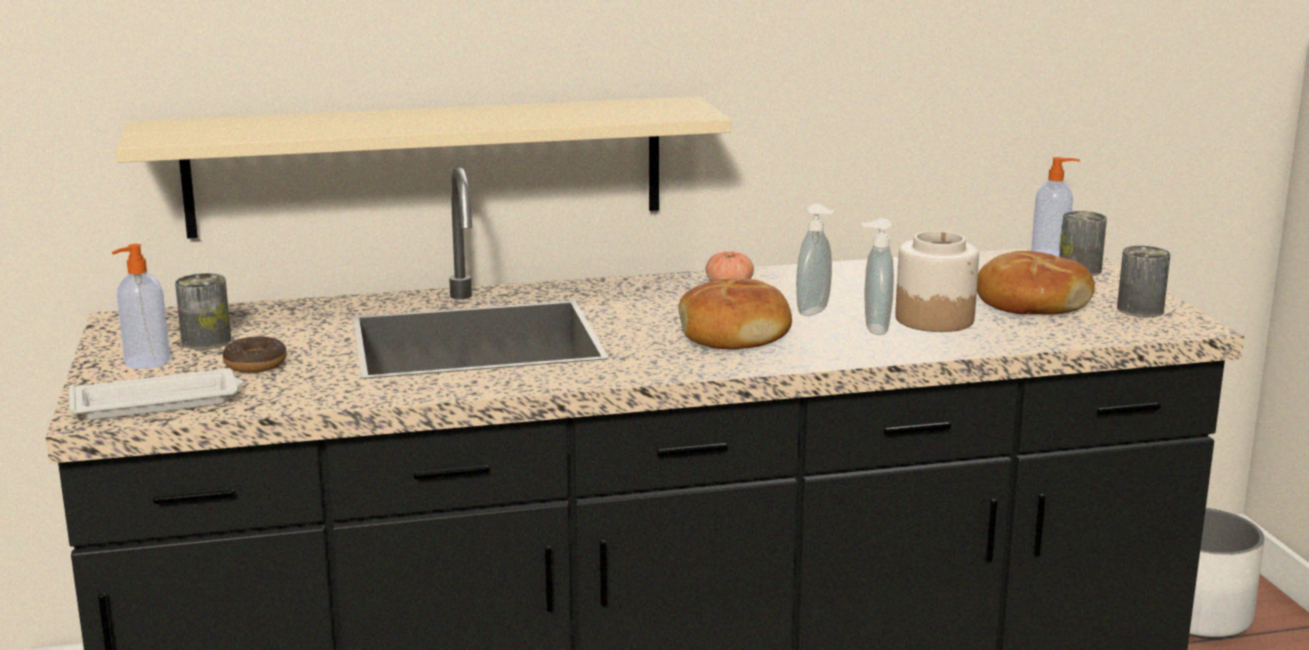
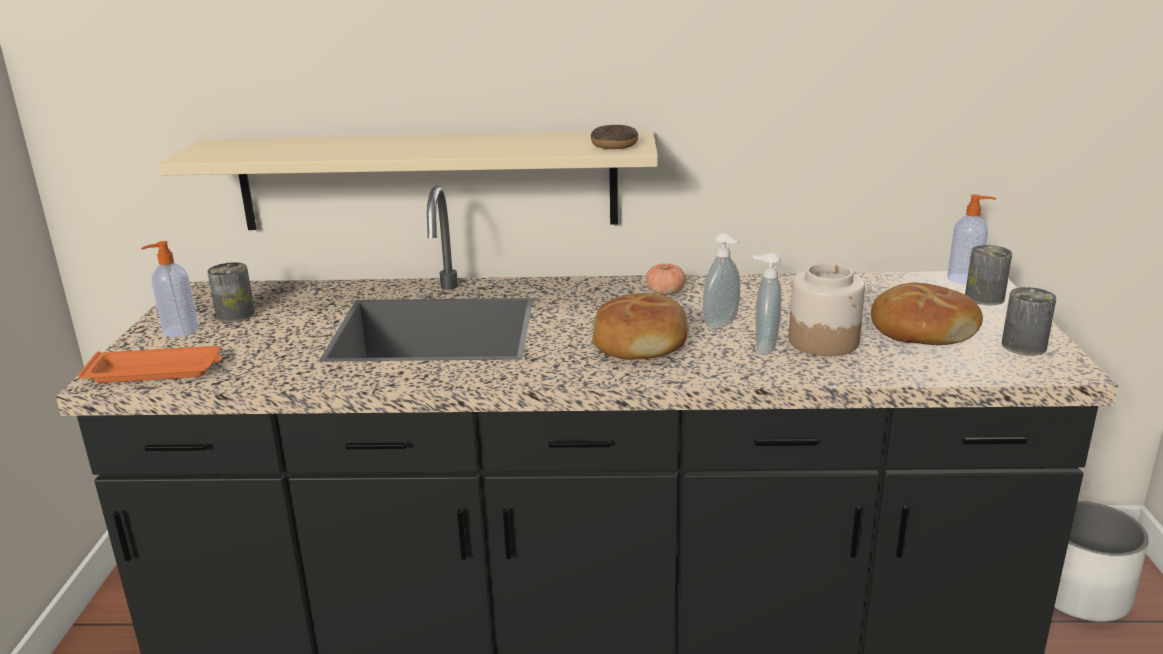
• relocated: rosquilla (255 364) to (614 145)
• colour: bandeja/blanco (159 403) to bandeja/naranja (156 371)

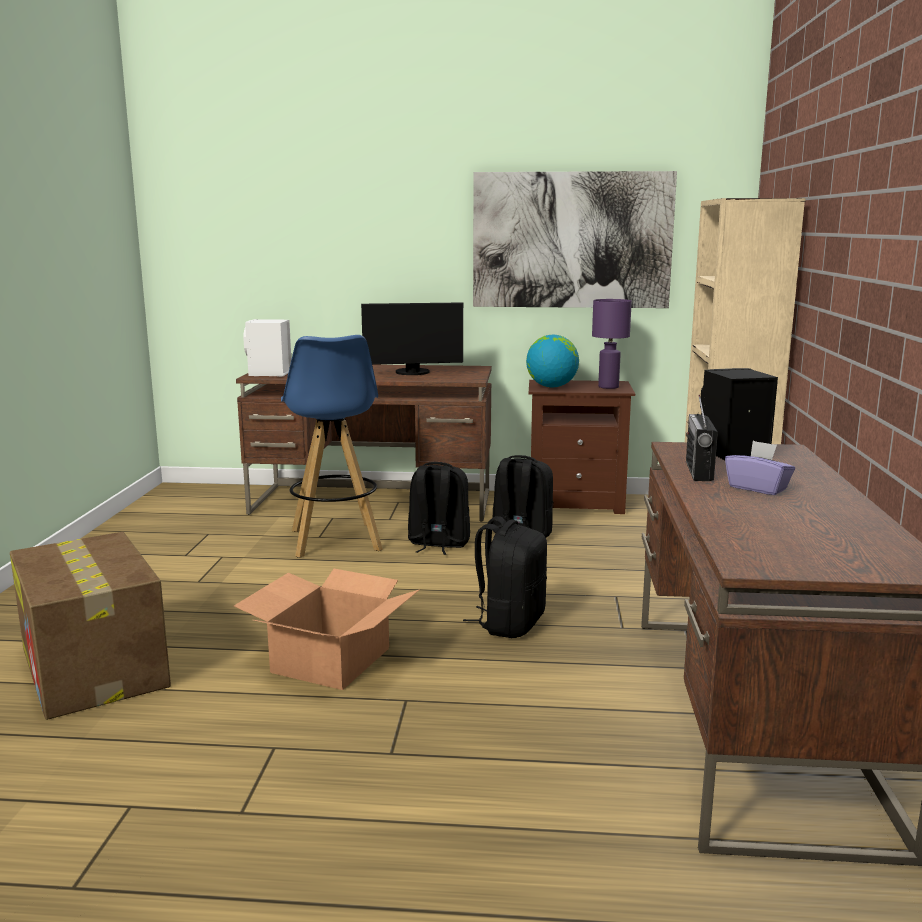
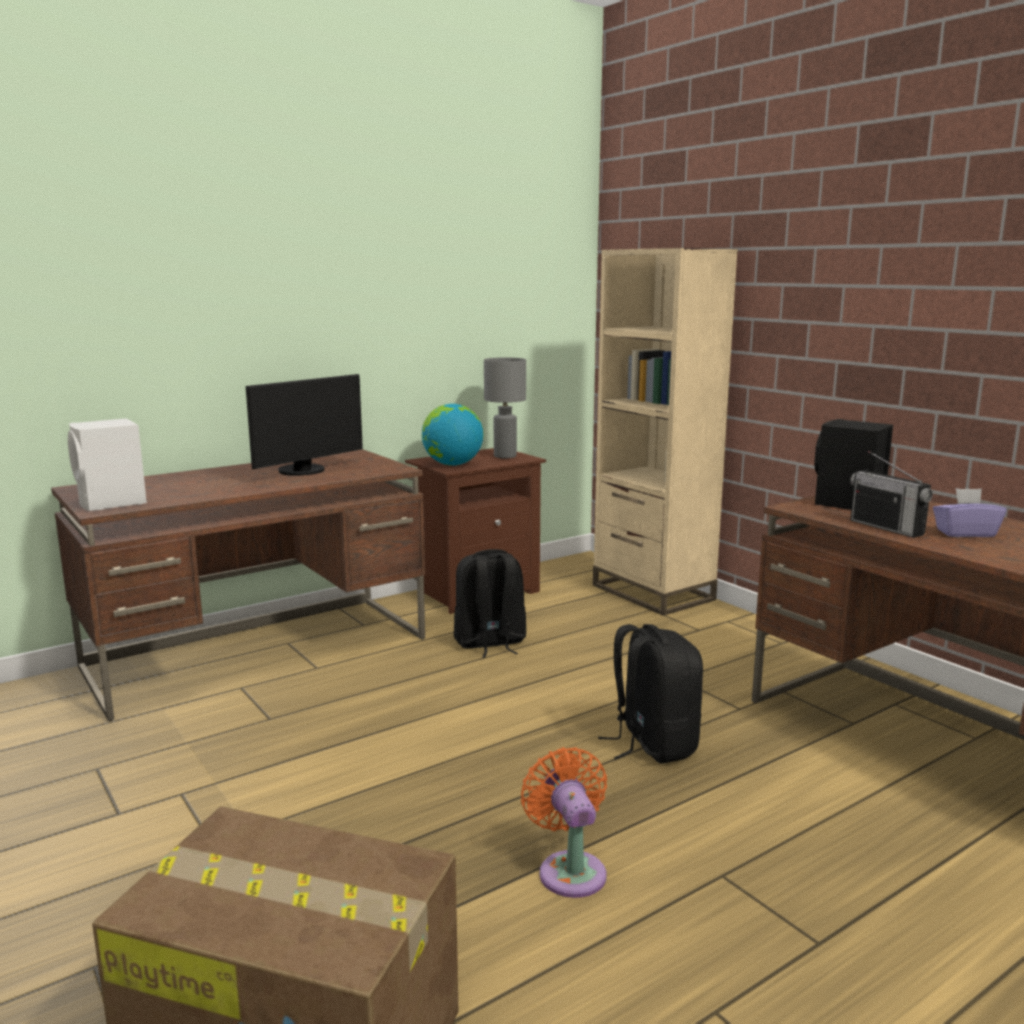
• missing: taburete/azul (335 541)
• missing: mochila/negro (438 544)
• missing: cuadro (571 240)
• exchanged: caja de cartón (330 660) to ventilador/naranja (570 869)
• colour: lámpara de mesa/morado (609 387) to lámpara de mesa/gris (505 456)

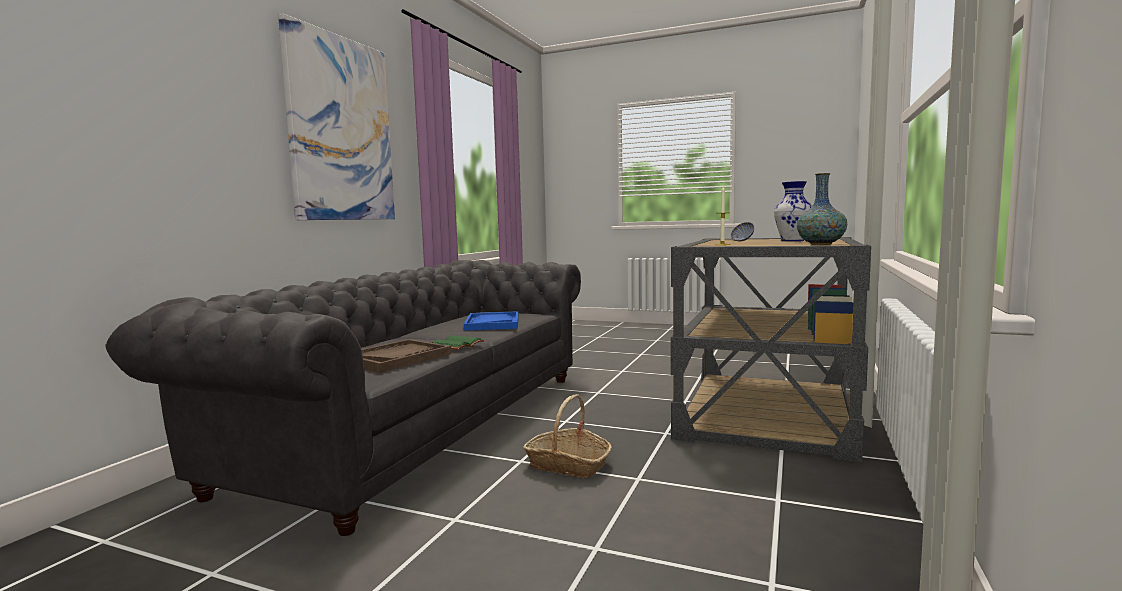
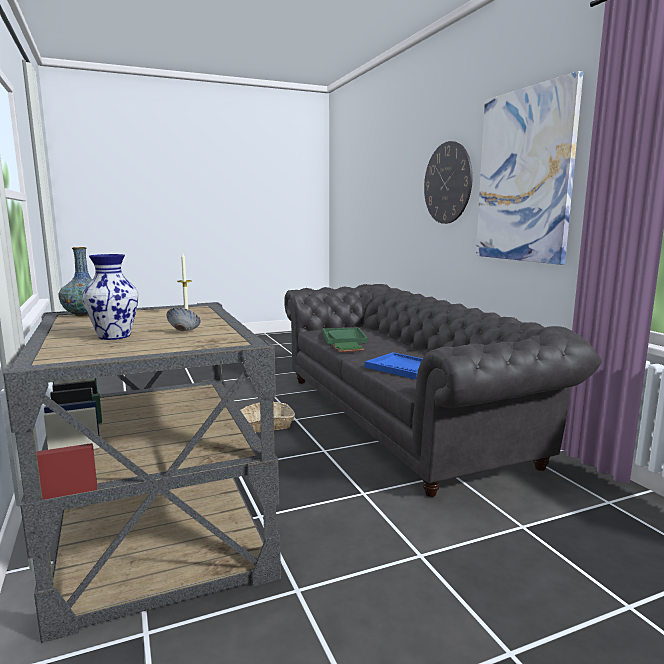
• appeared: reloj de pared (447 183)
• colour: bandeja/marrón (396 358) to bandeja/verde (344 337)

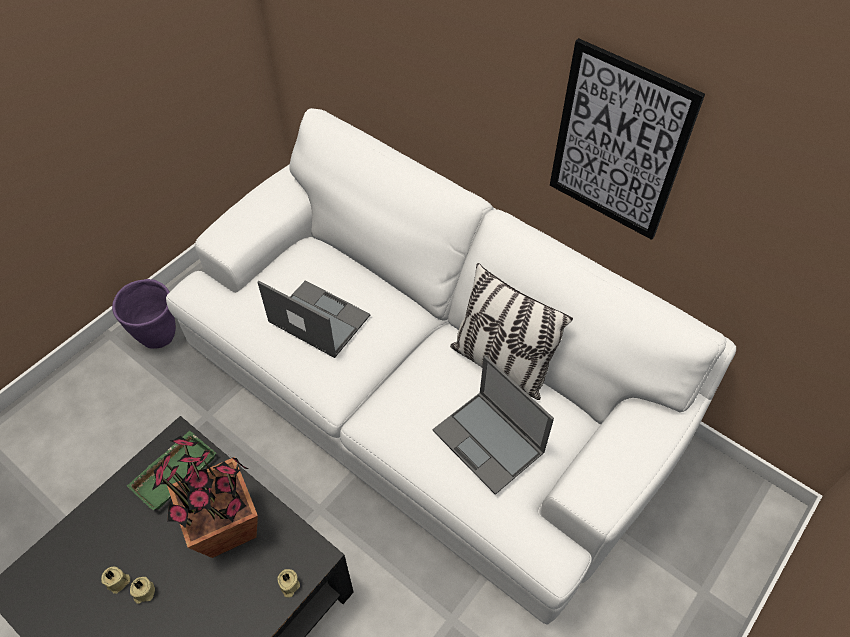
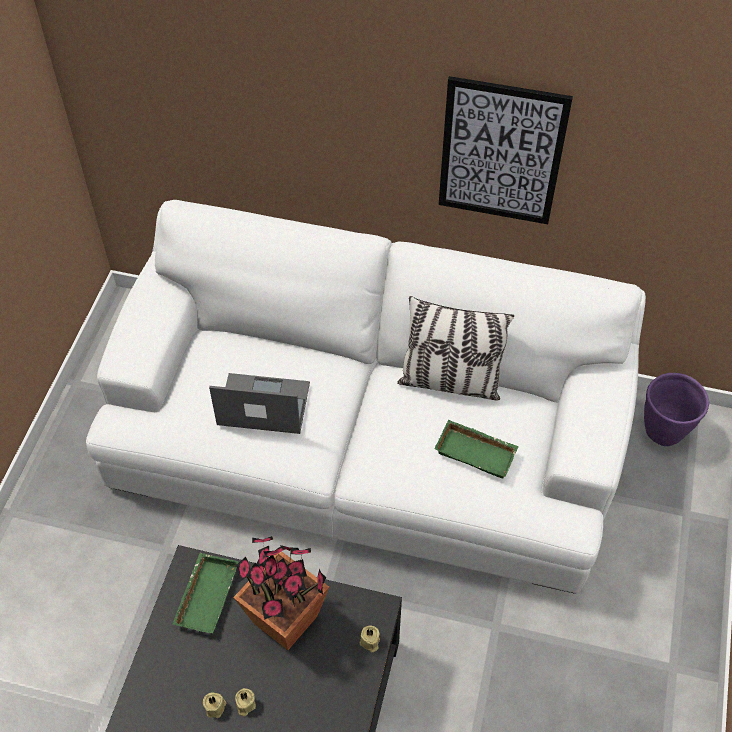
• relocated: maceta/morado (158 337) to (664 433)
• exchanged: portátil (489 442) to bandeja/verde (477 451)

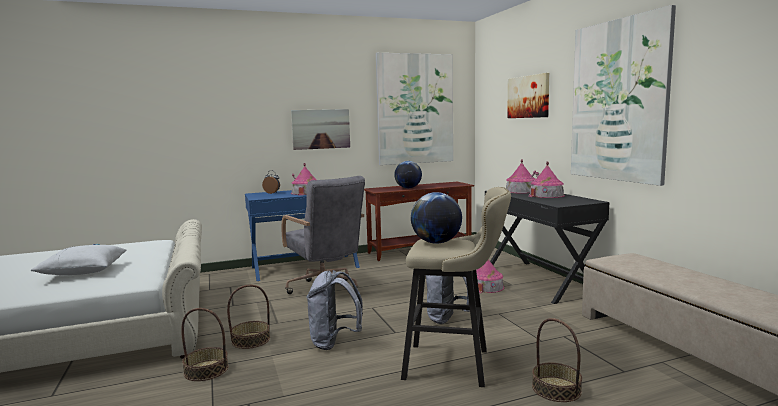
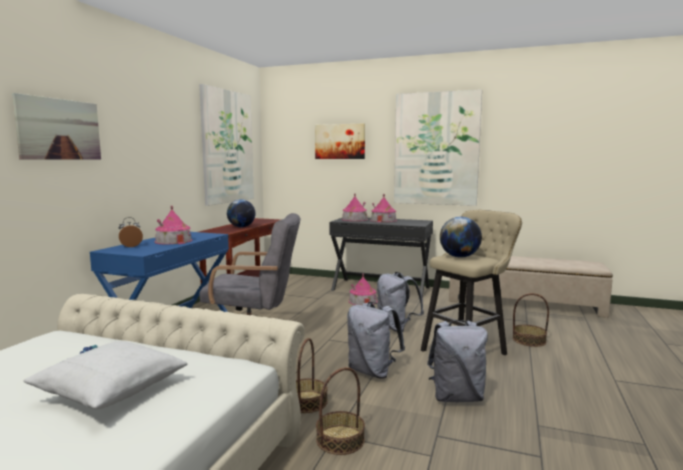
• appeared: mochila/gris (456 397)
• relocated: cuadro (321 129) to (59 129)

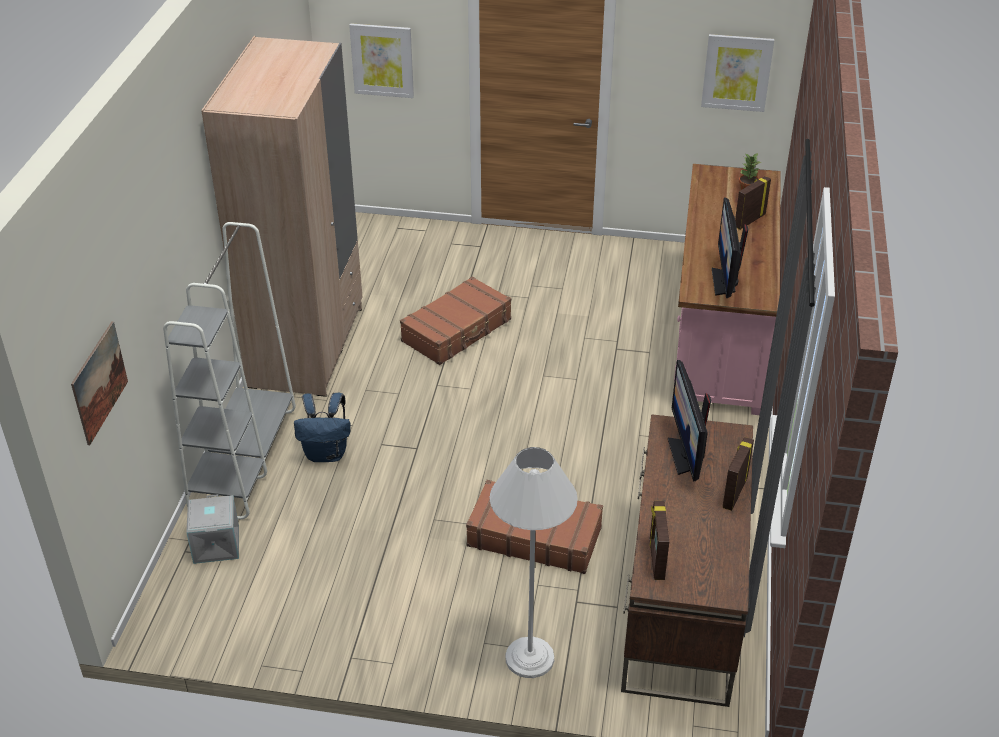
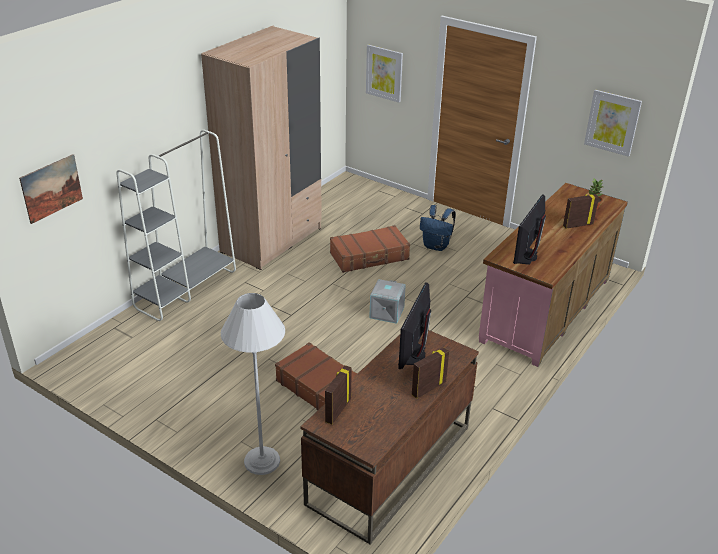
• relocated: caja de almacenaje/gris (215 544) to (386 312)
• relocated: mochila/azul (327 453) to (436 246)

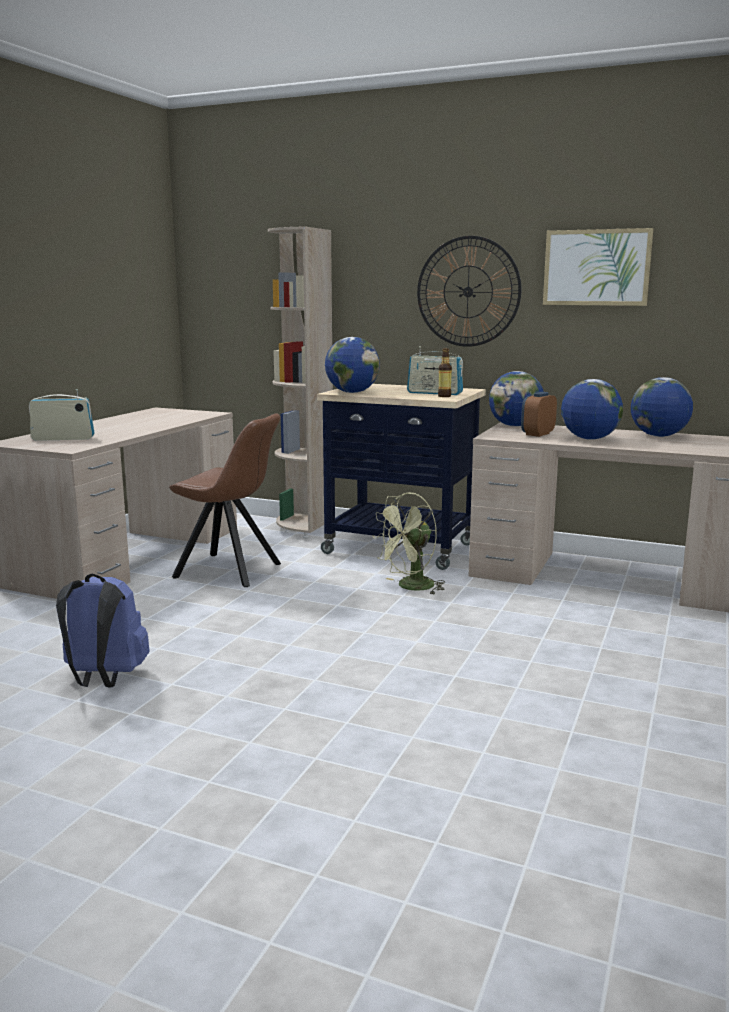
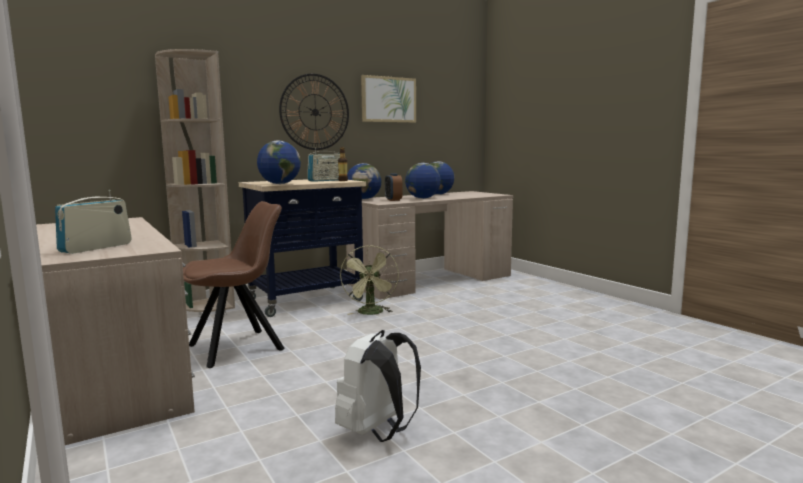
• colour: mochila/azul (104 679) to mochila/blanco (377 432)

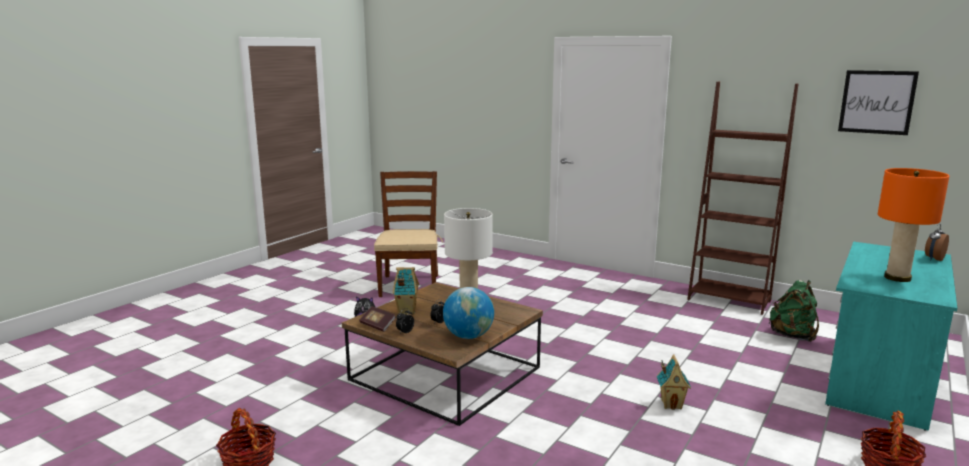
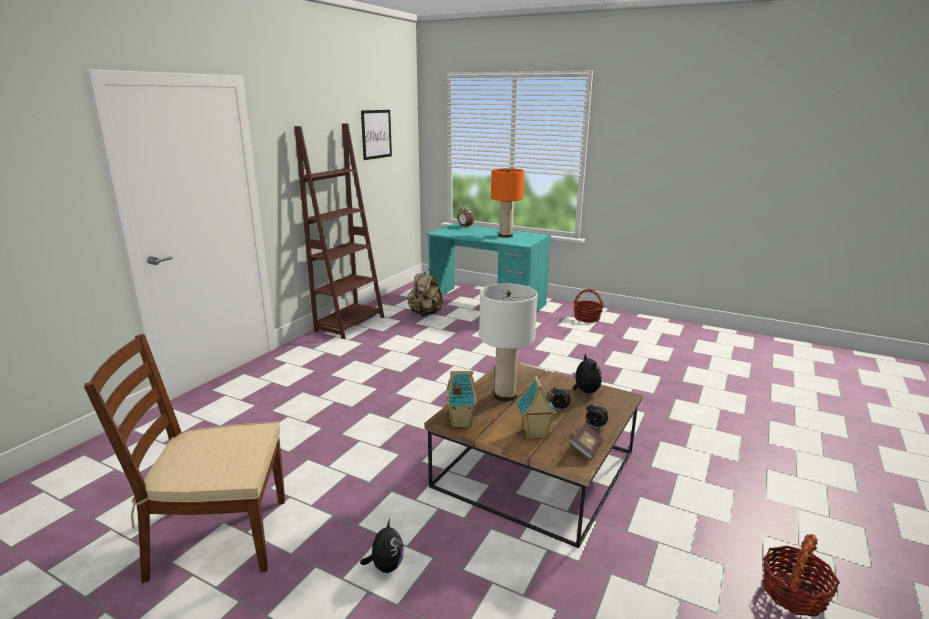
• relocated: casita (671 404) to (460 422)
• exchanged: globo terráqueo (468 336) to peluche (585 391)
• colour: mochila/verde (792 336) to mochila/beis (425 314)

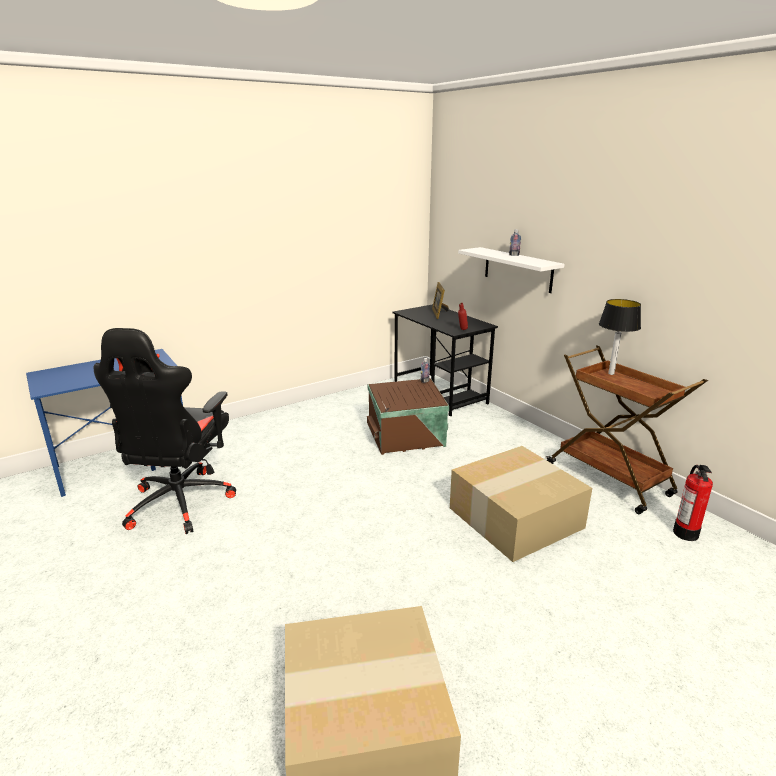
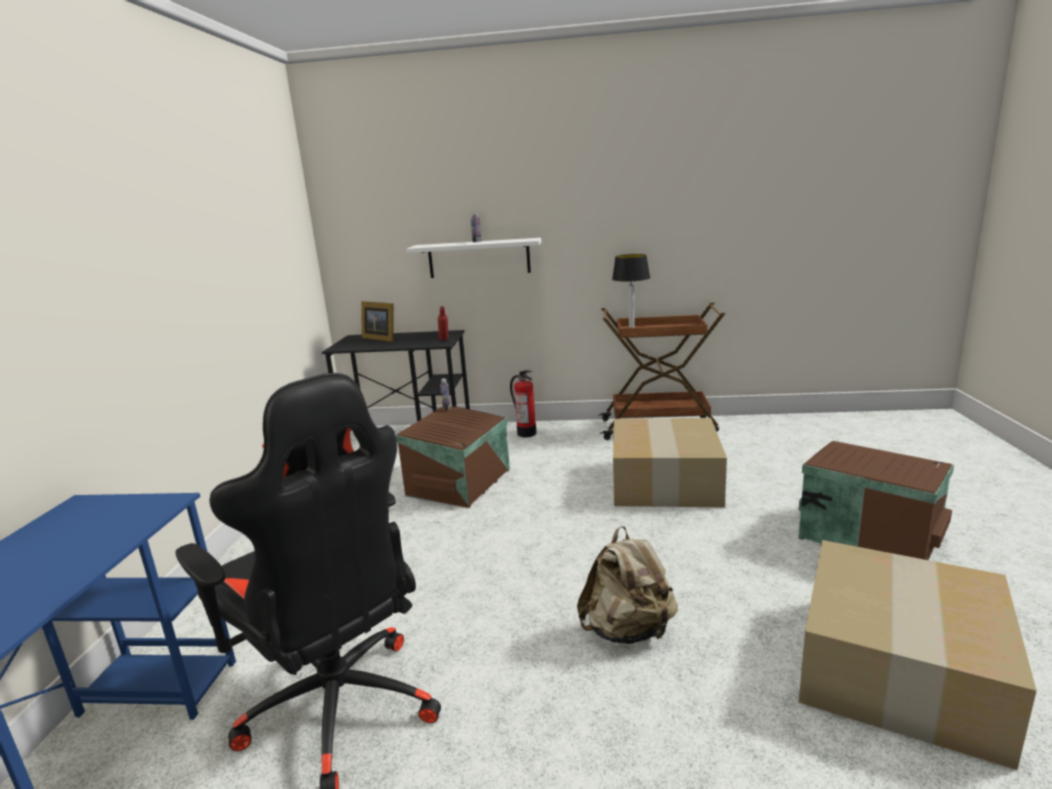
• appeared: mochila/beis (628 631)
• appeared: caja de almacenaje/marrón (868 534)
• relocated: extintor (686 533) to (526 433)

